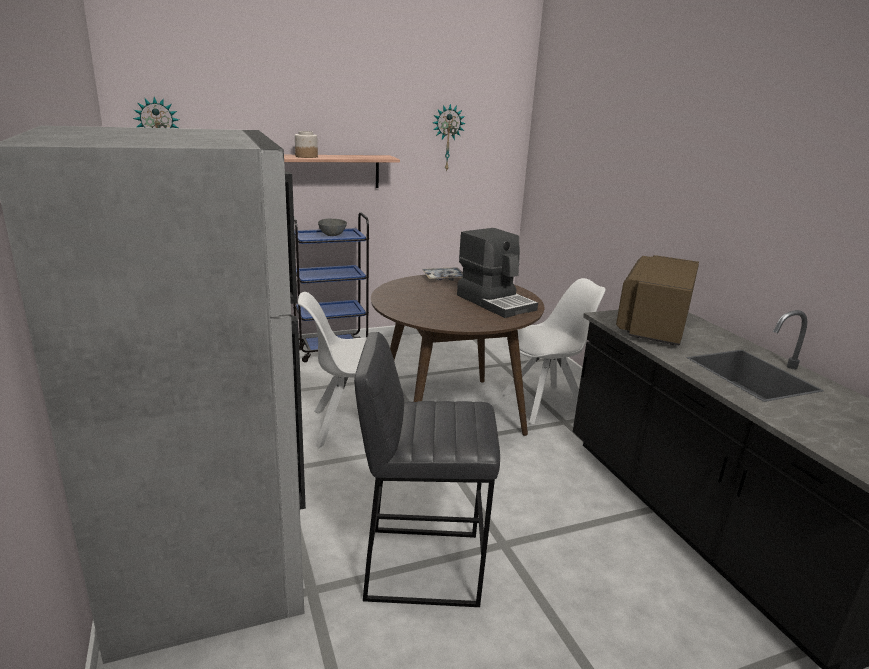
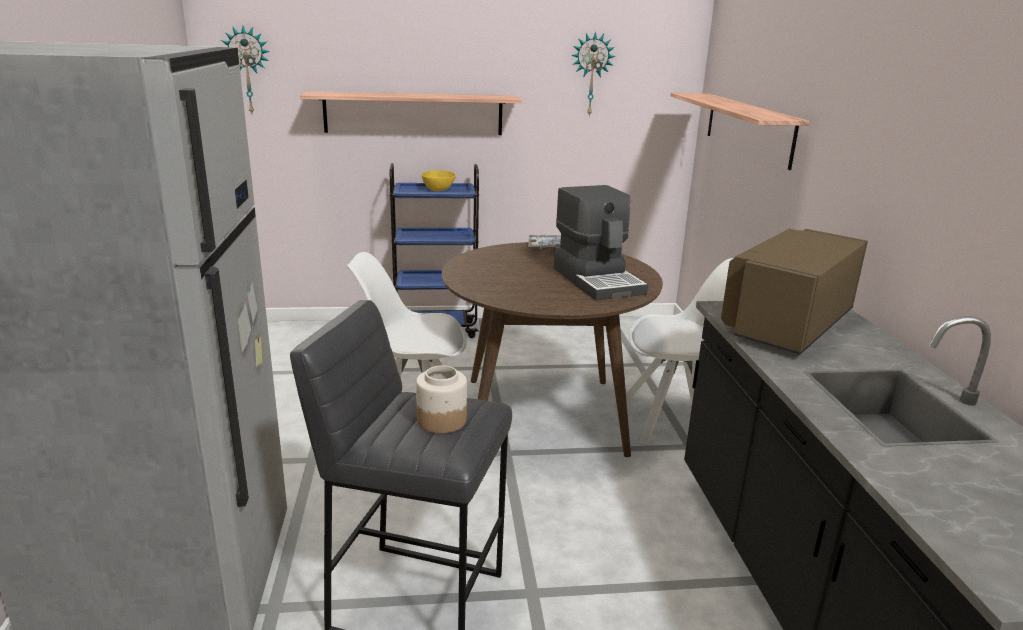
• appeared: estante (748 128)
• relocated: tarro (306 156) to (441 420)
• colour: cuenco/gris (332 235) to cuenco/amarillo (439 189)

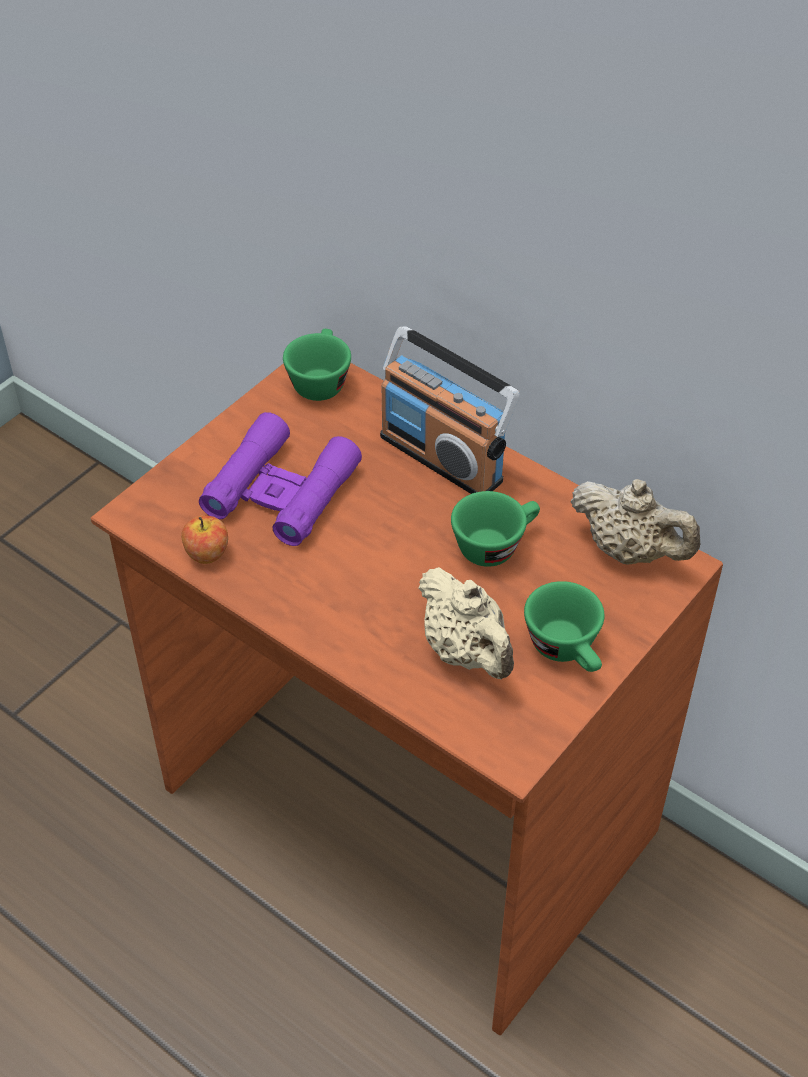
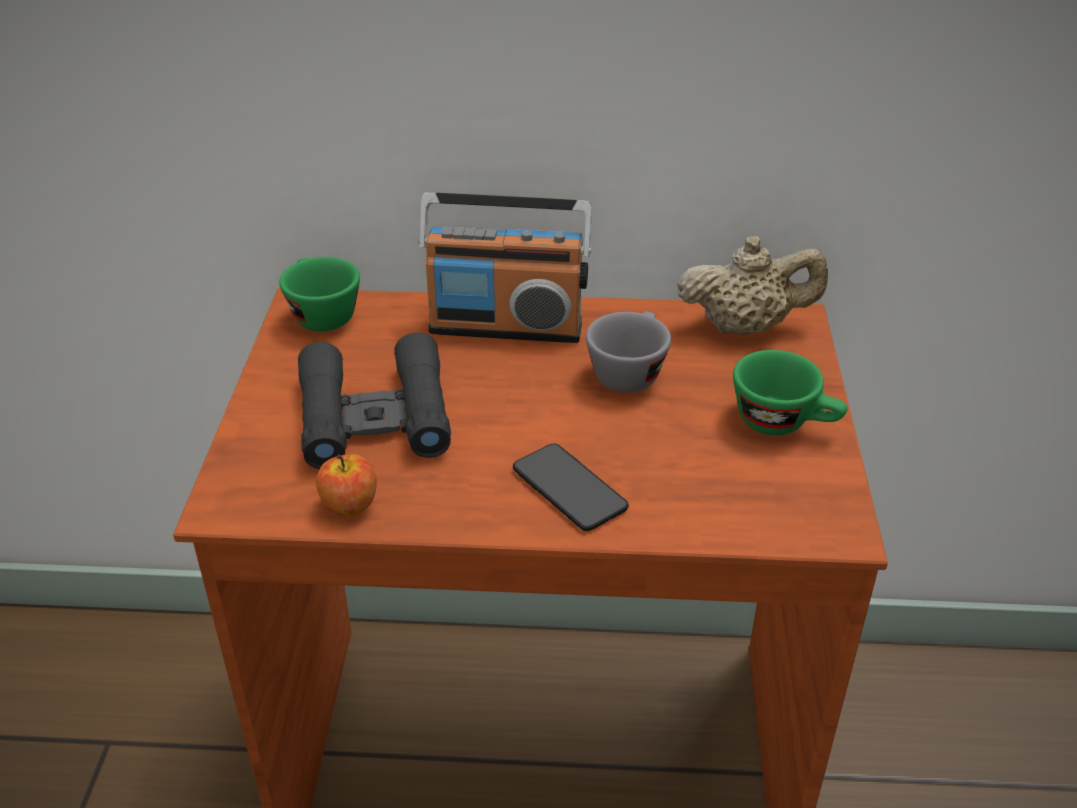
• missing: tetera/beis (466 652)
• appeared: móvil (569 488)
• colour: prismáticos/morado (281 491) to prismáticos/negro (374 417)
• colour: taza/verde (495 544) to taza/gris (628 371)

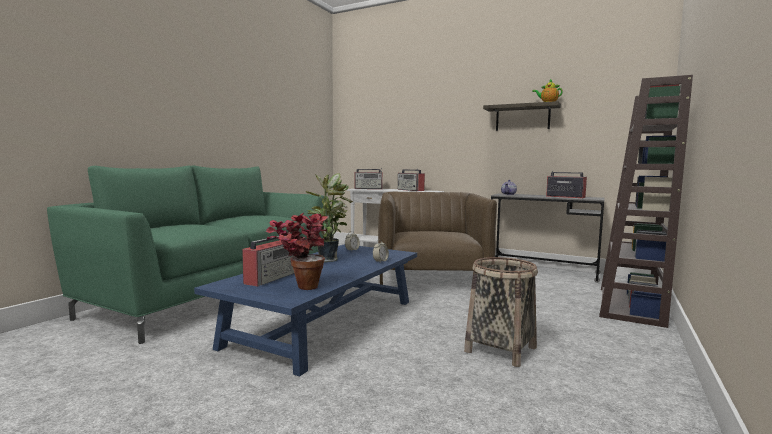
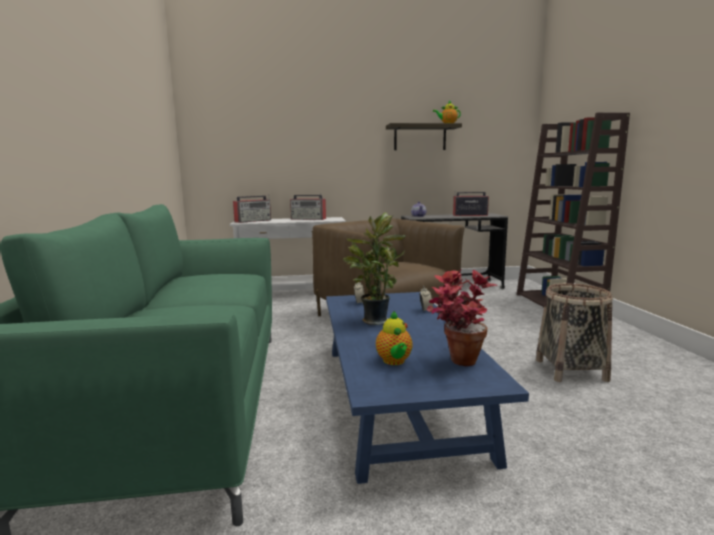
• exchanged: radio (272 278) to tetera (394 361)

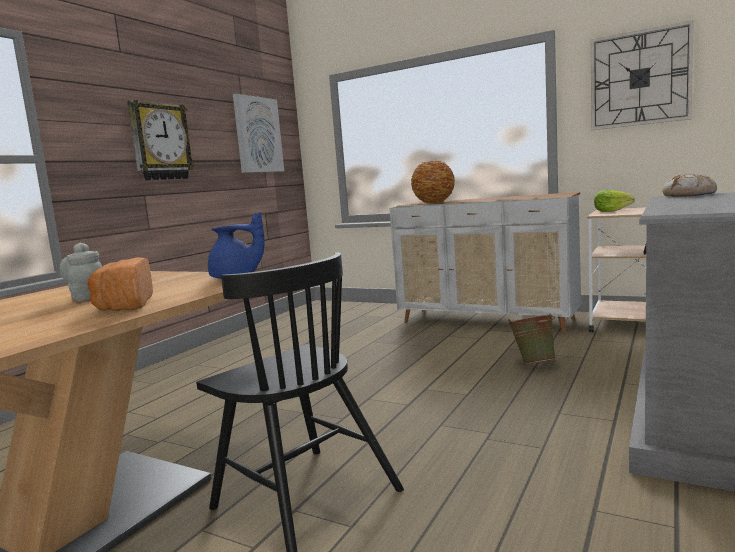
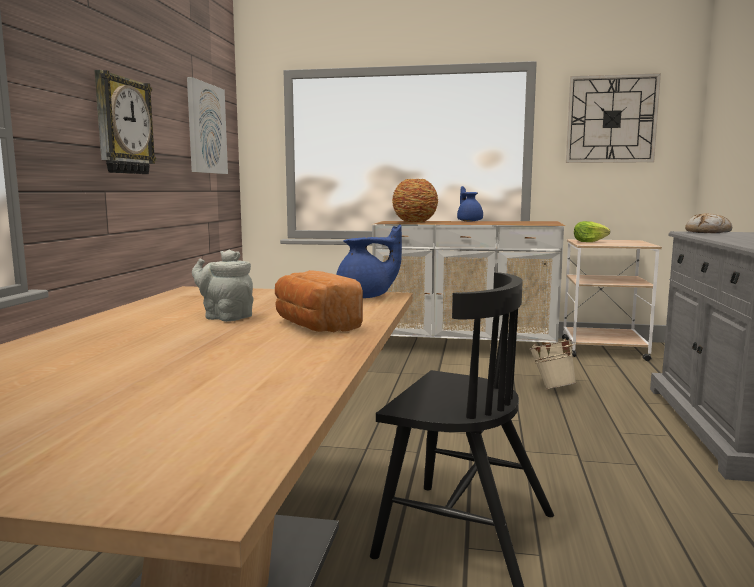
• appeared: tetera/azul (469 221)
• colour: cubo/verde (534 363) to cubo/beis (551 388)

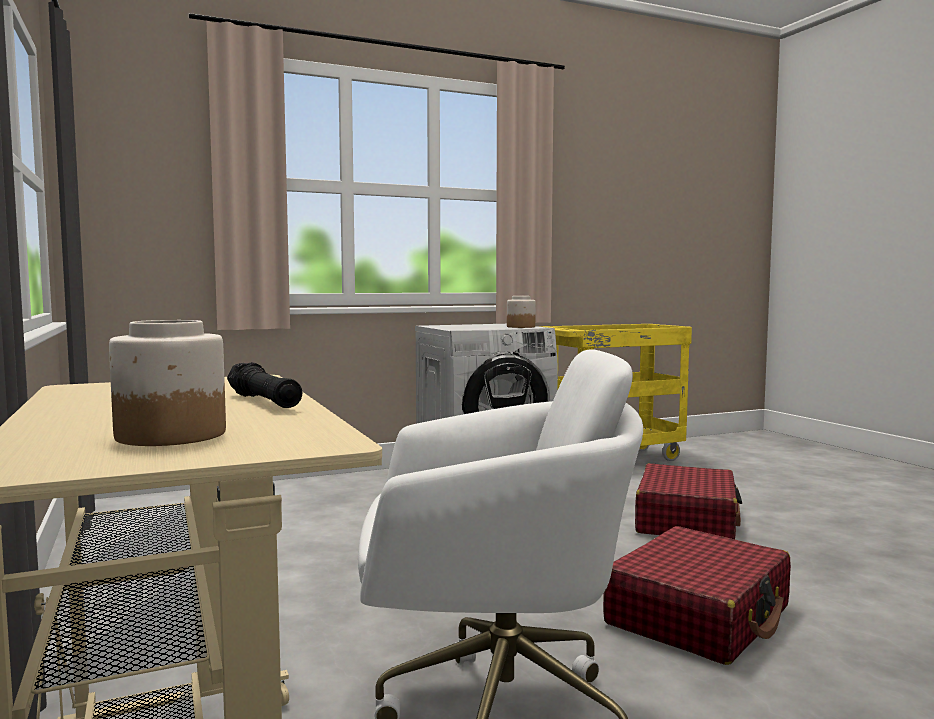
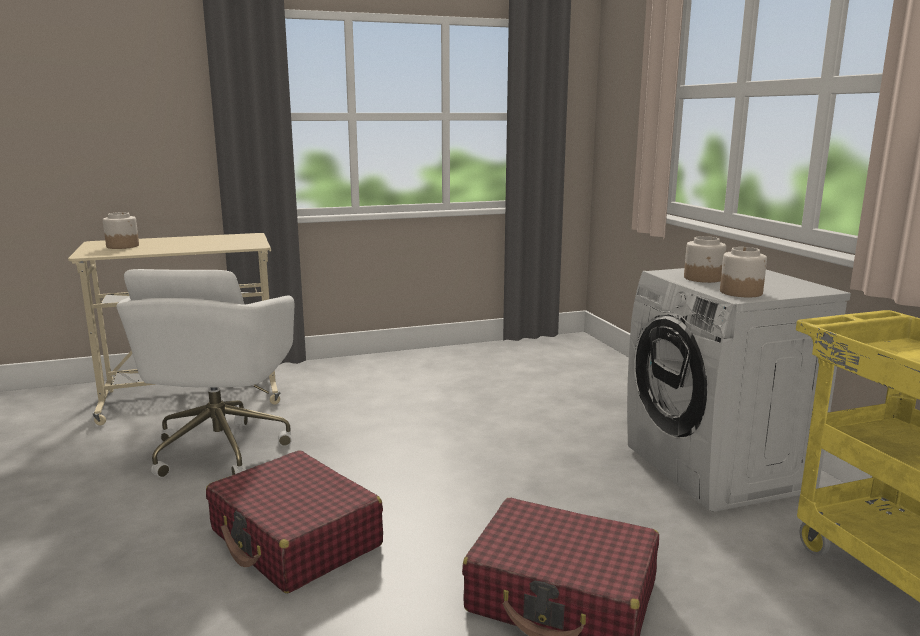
• missing: linterna/negro (264 401)
• appeared: tarro (703 278)

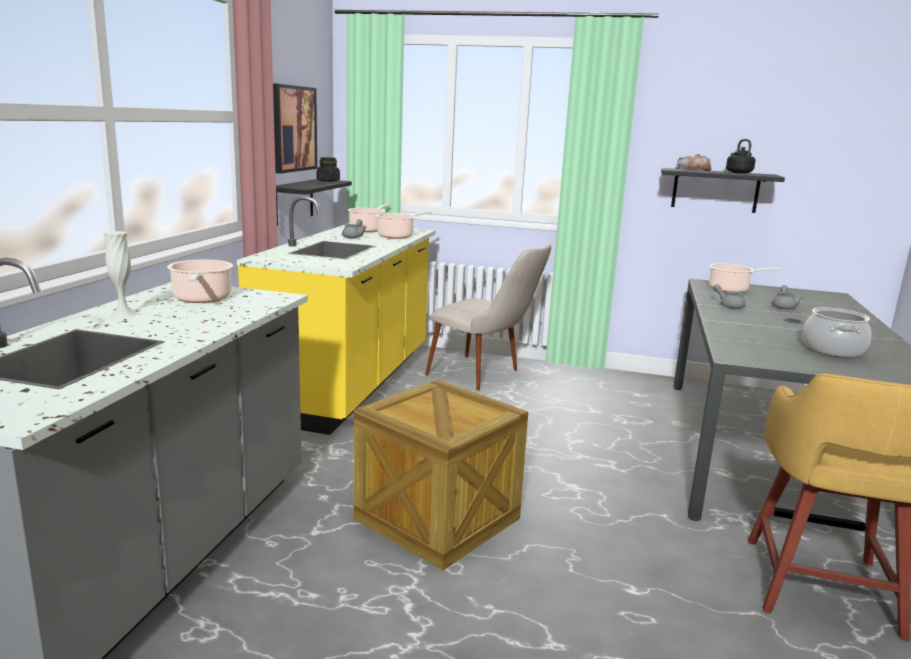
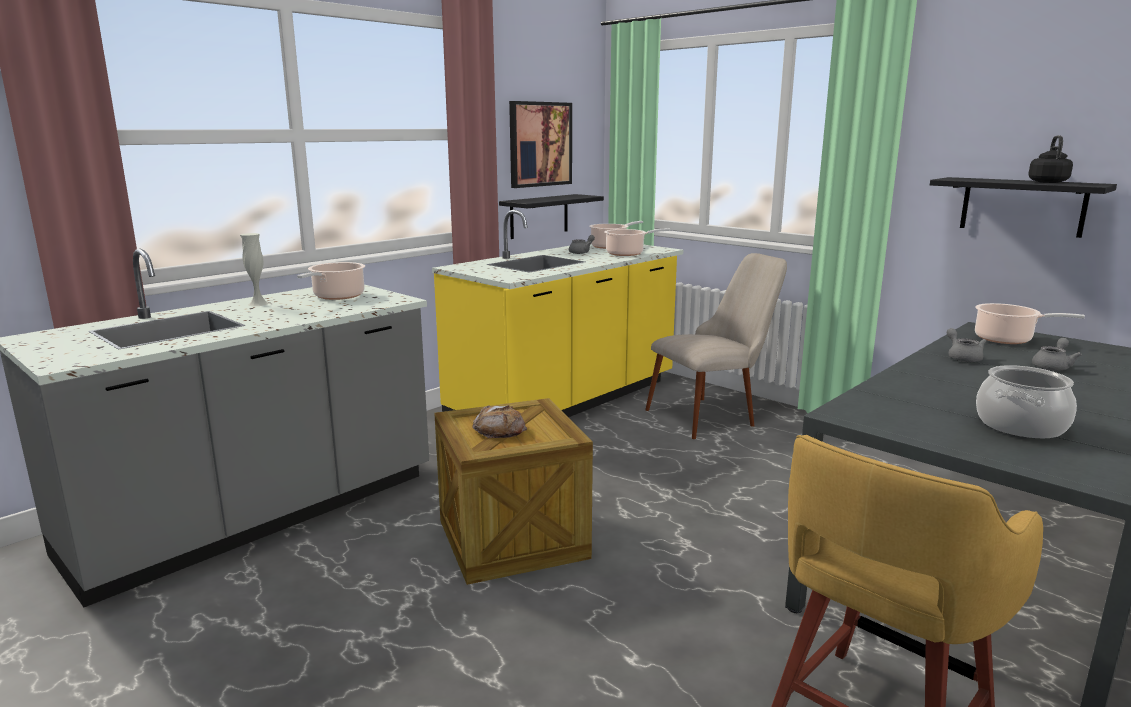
• missing: tarro/negro (328 181)
• relocated: pan (693 170) to (499 429)
• spun: silla/beis (485 376) = (713 414) 90 degrees counterclockwise

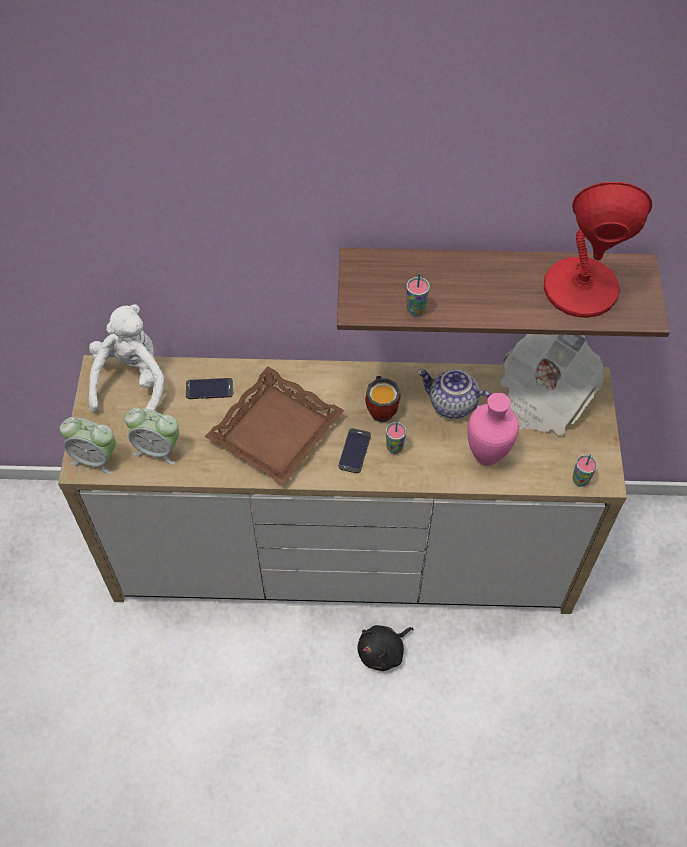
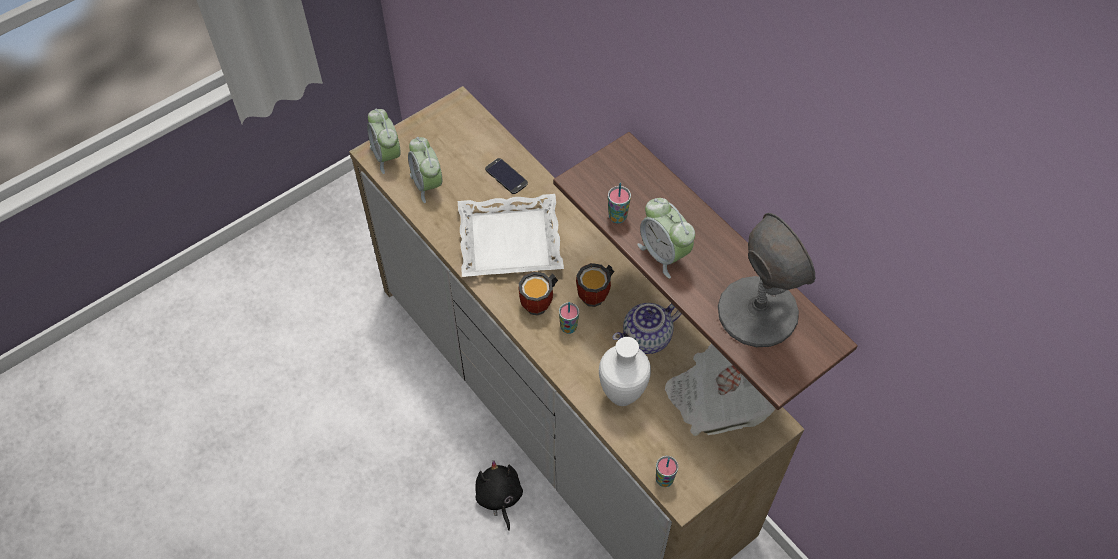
• missing: peluche/blanco (132 382)
• appeared: despertador (664 254)
• exchanged: móvil (354 451) to taza grande (540 303)
• colour: bandeja/marrón (276 431) to bandeja/blanco (510 242)
• colour: florero/rosa (486 458) to florero/blanco (620 397)
• colour: lámpara de mesa/rojo (580 288) to lámpara de mesa/gris (757 312)
• spun: peluche/negro (383 651) = (499 497) 60 degrees clockwise
• spun: tetera (451 405) = (646 339) 105 degrees counterclockwise

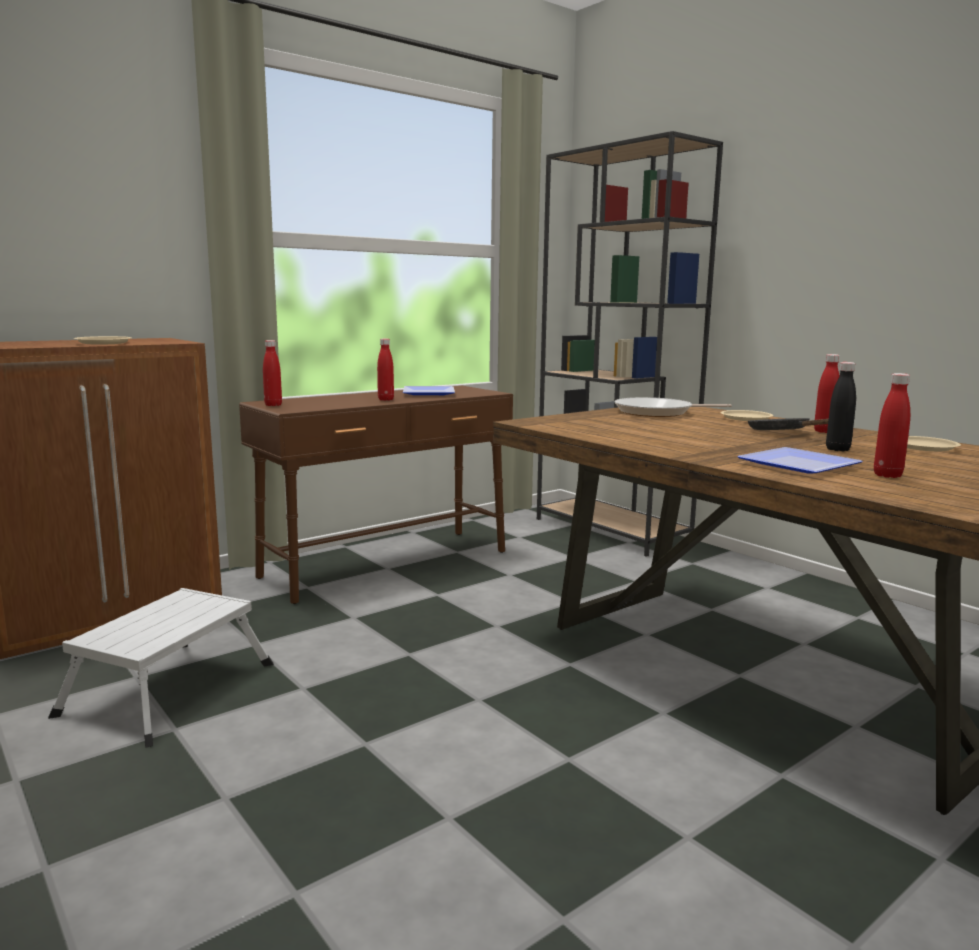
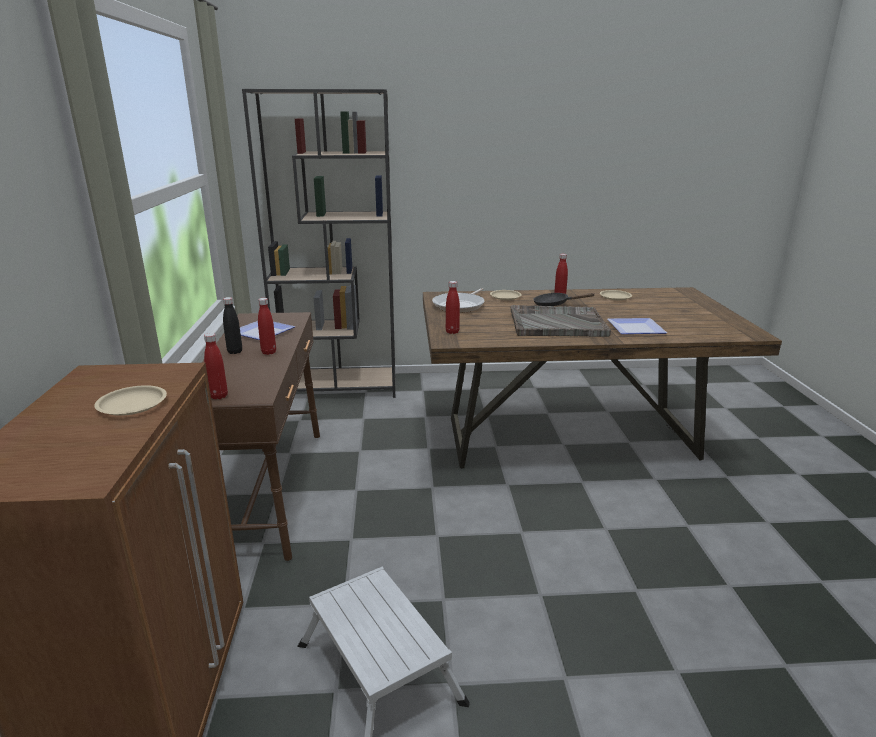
• appeared: bandeja/gris (556 323)
• relocated: botella/negro (837 449) to (235 352)
• relocated: botella/rojo (887 475) to (452 332)

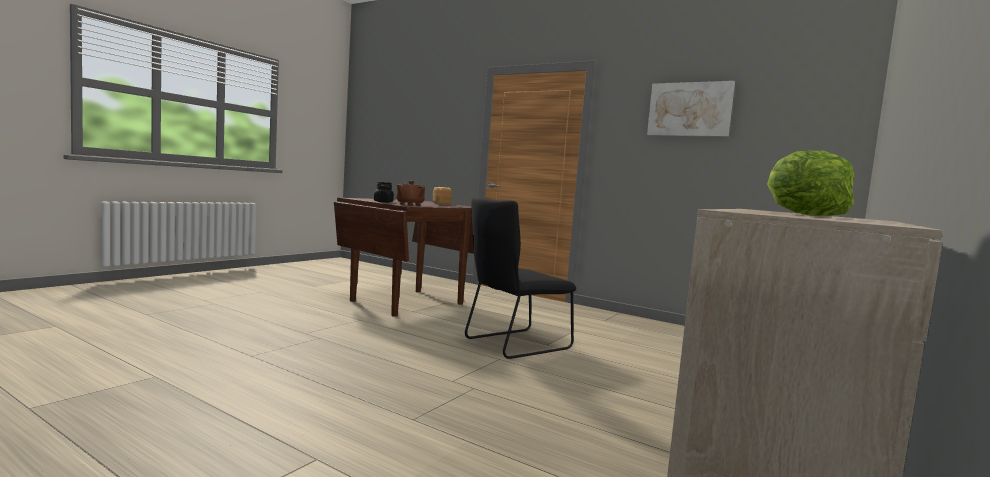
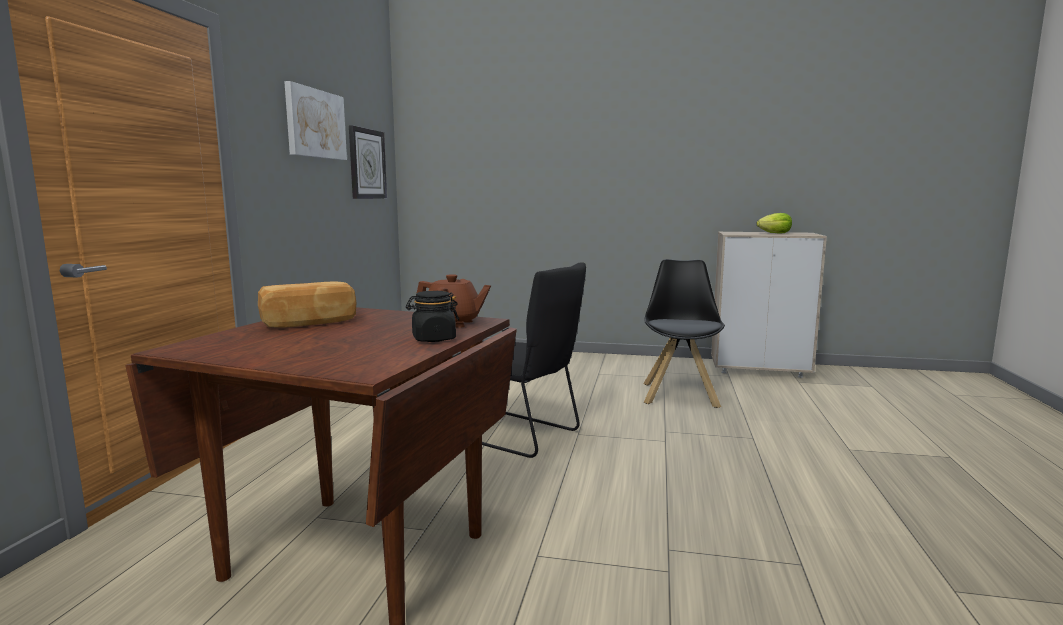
• appeared: reloj de pared (367 164)
• appeared: silla/negro (680 394)

